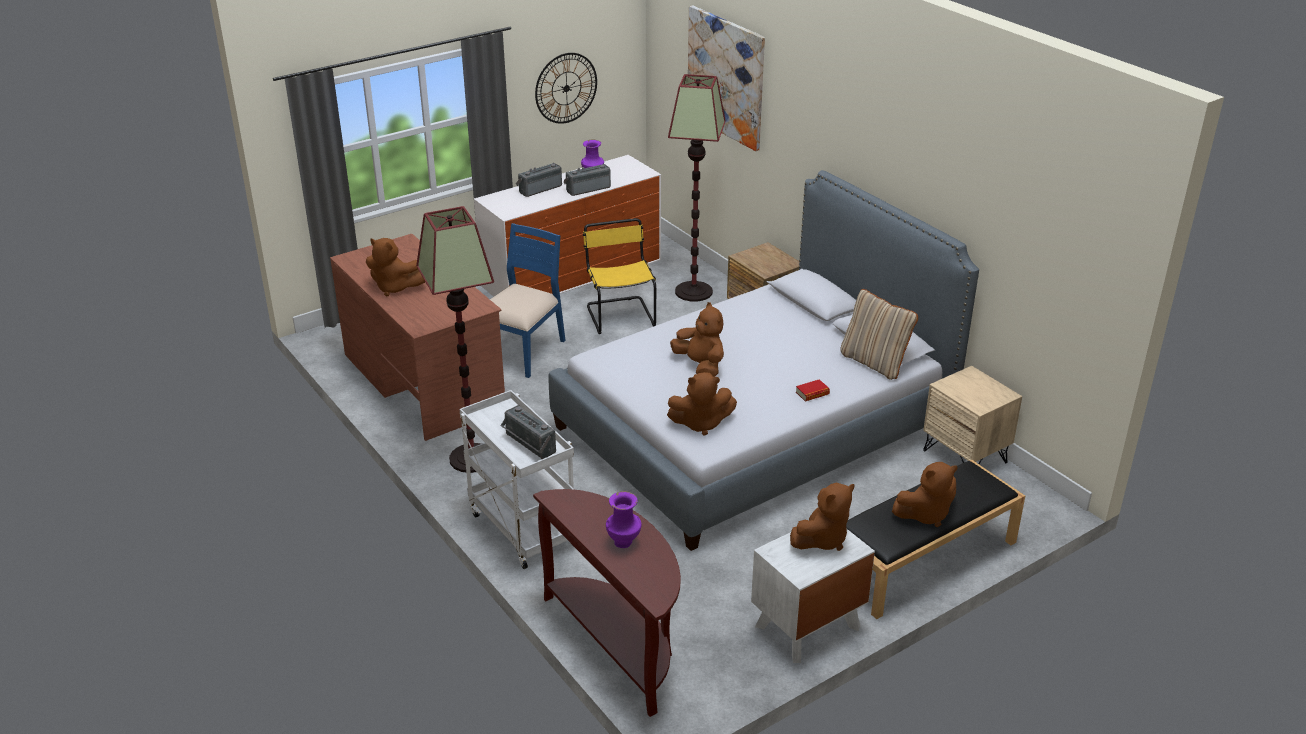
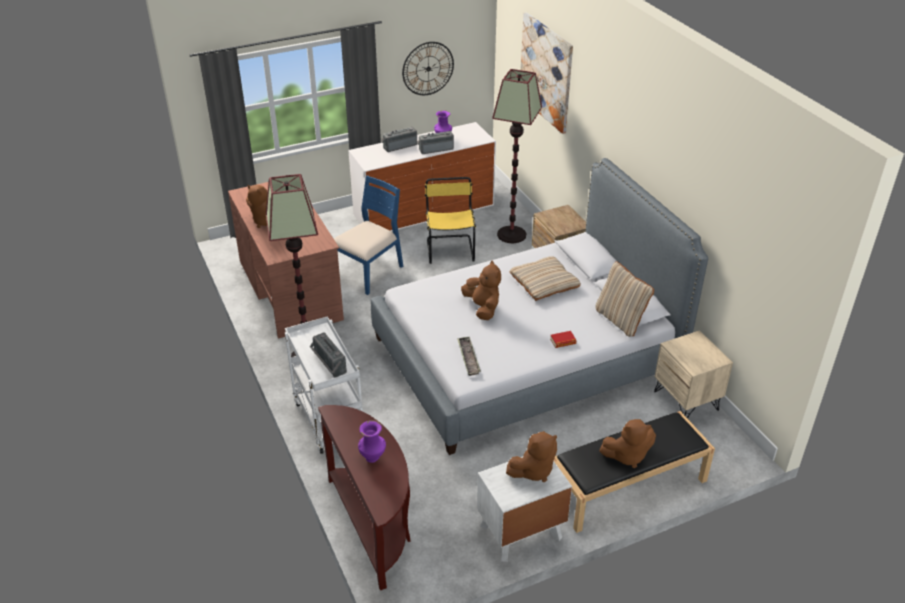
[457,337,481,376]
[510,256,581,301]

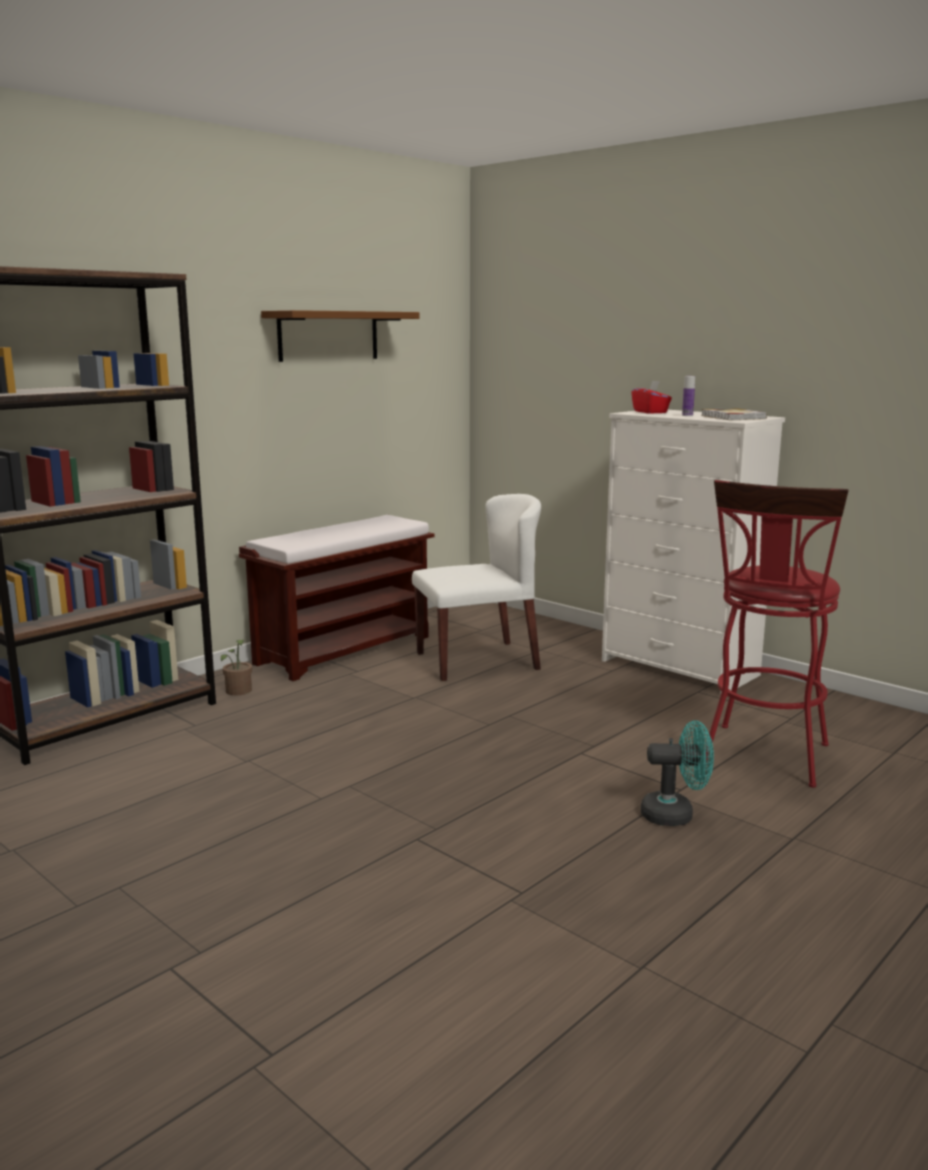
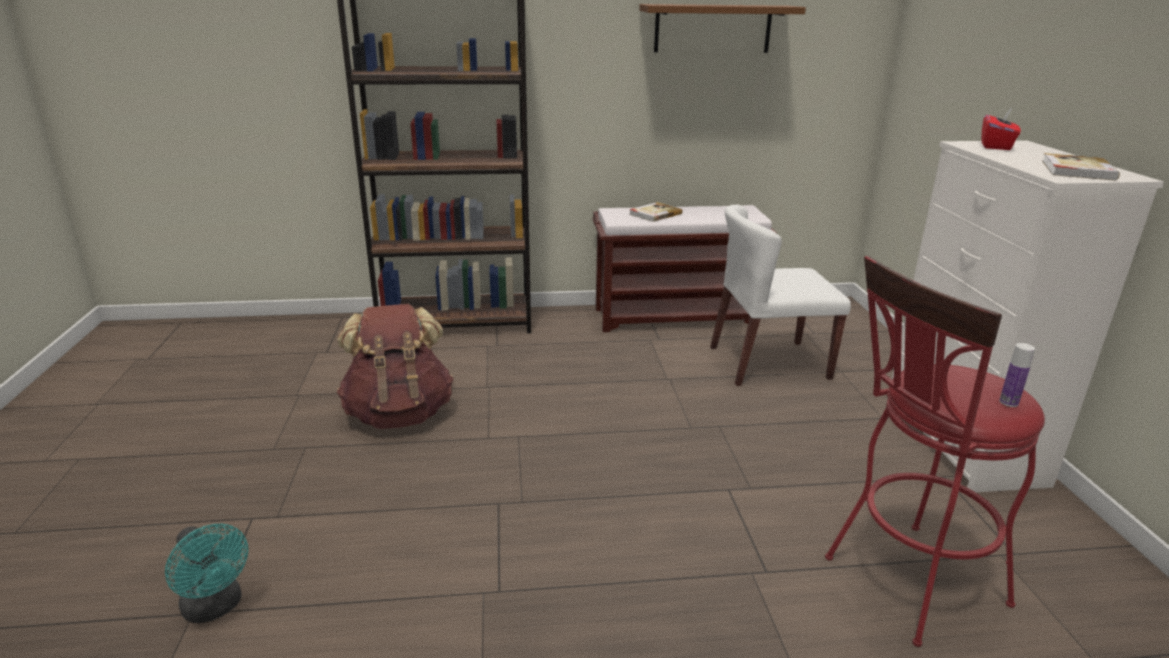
[165,524,248,623]
[337,304,454,429]
[629,202,682,222]
[710,205,851,386]
[999,343,1035,407]
[221,640,252,695] (first image)

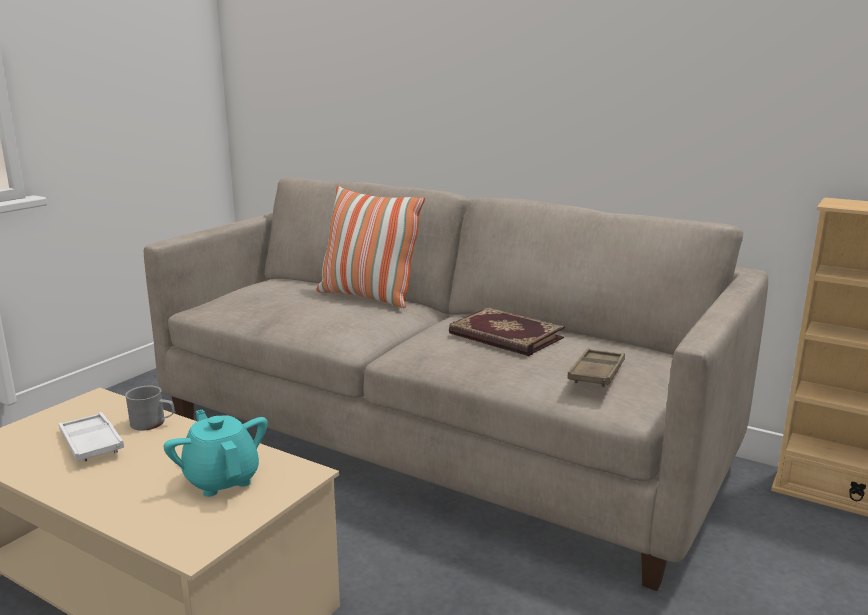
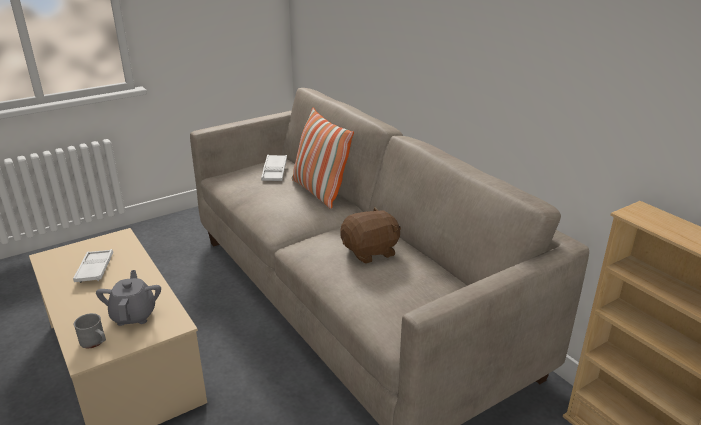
[74,313,106,348]
[96,270,161,326]
[261,155,287,181]
[340,207,401,264]
[568,349,625,387] (first image)

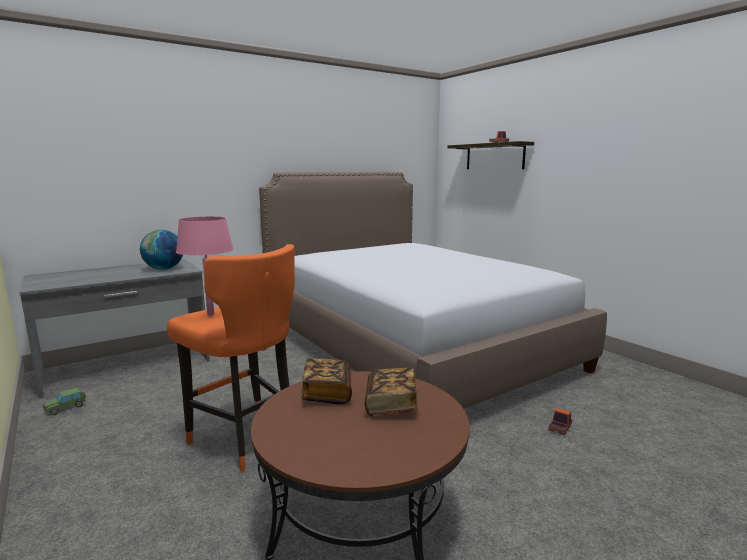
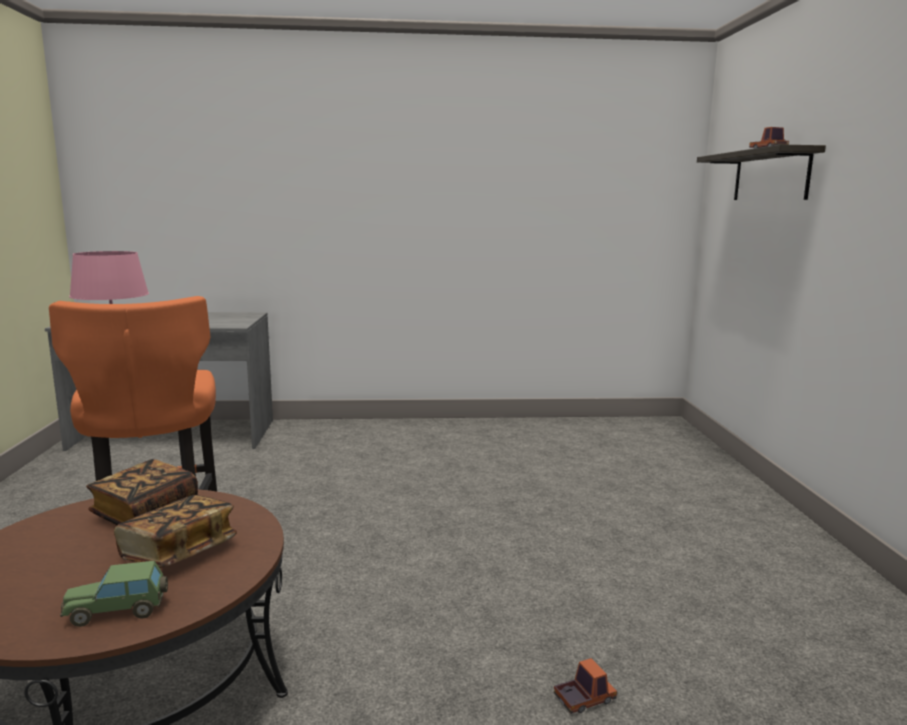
[60,560,168,627]
[140,230,183,270] (first image)
[259,172,607,409] (first image)

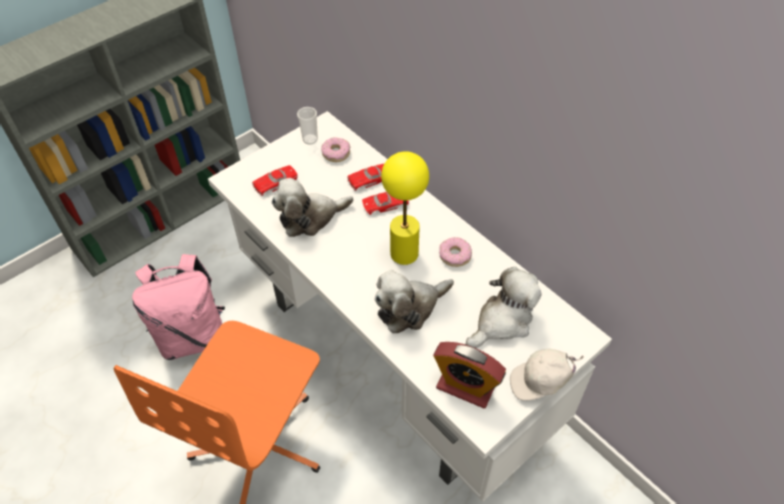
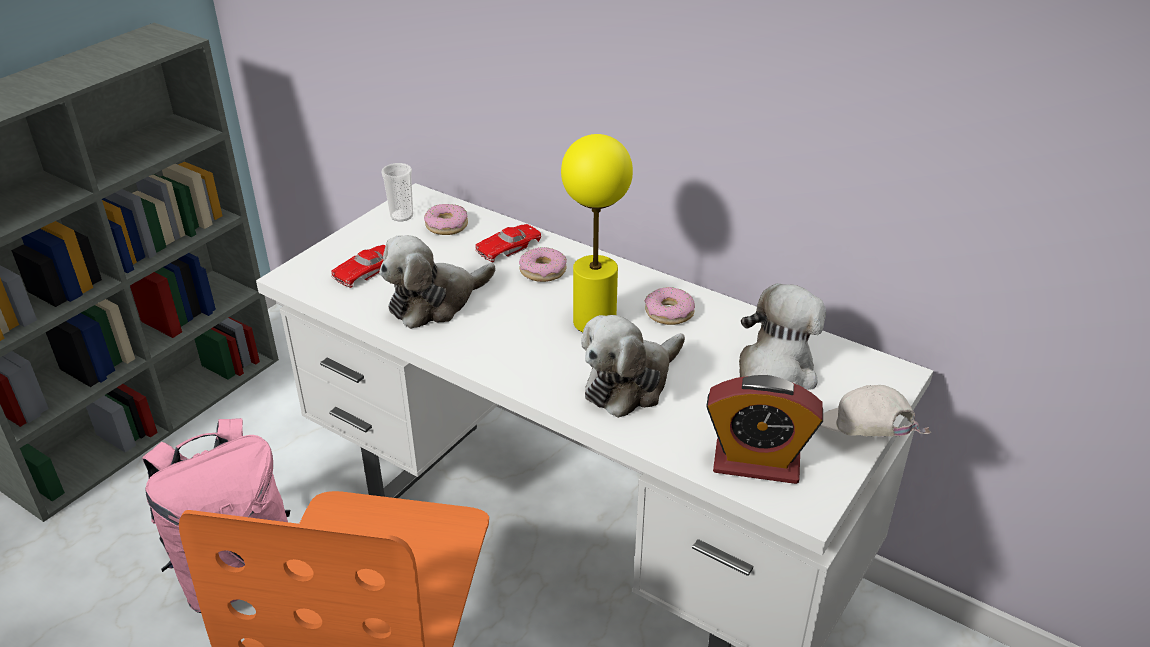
[519,247,567,282]
[820,385,931,437]

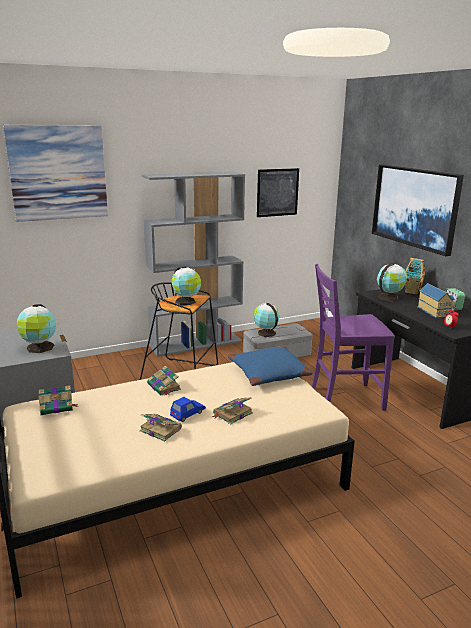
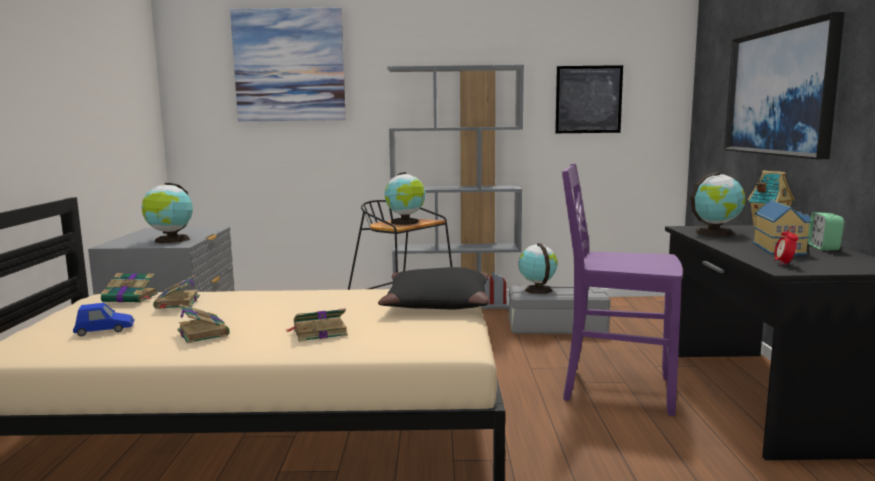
[73,303,134,336]
[153,275,200,309]
[378,267,489,309]

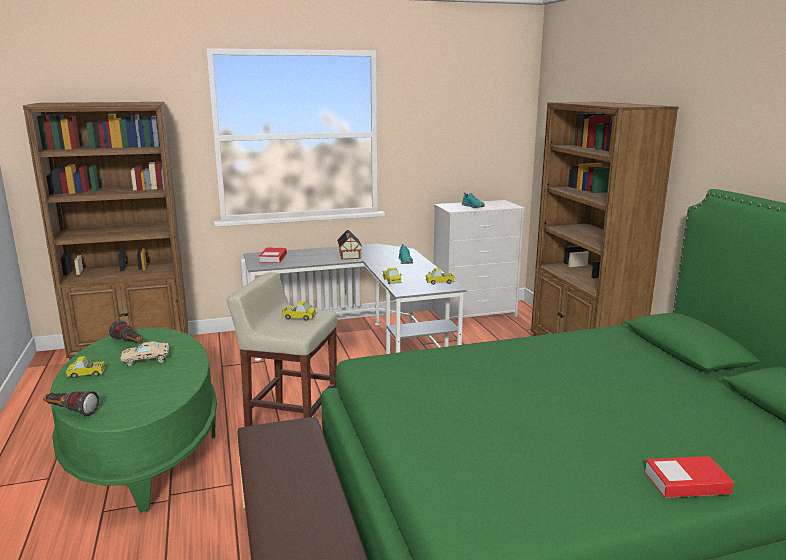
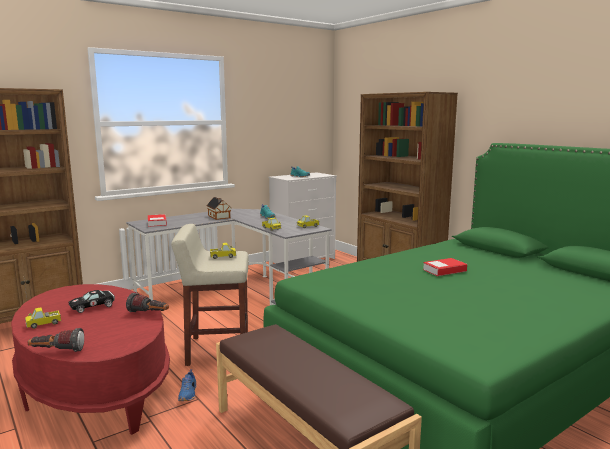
[11,284,170,435]
[69,290,115,313]
[126,293,169,312]
[178,369,197,401]
[423,258,467,276]

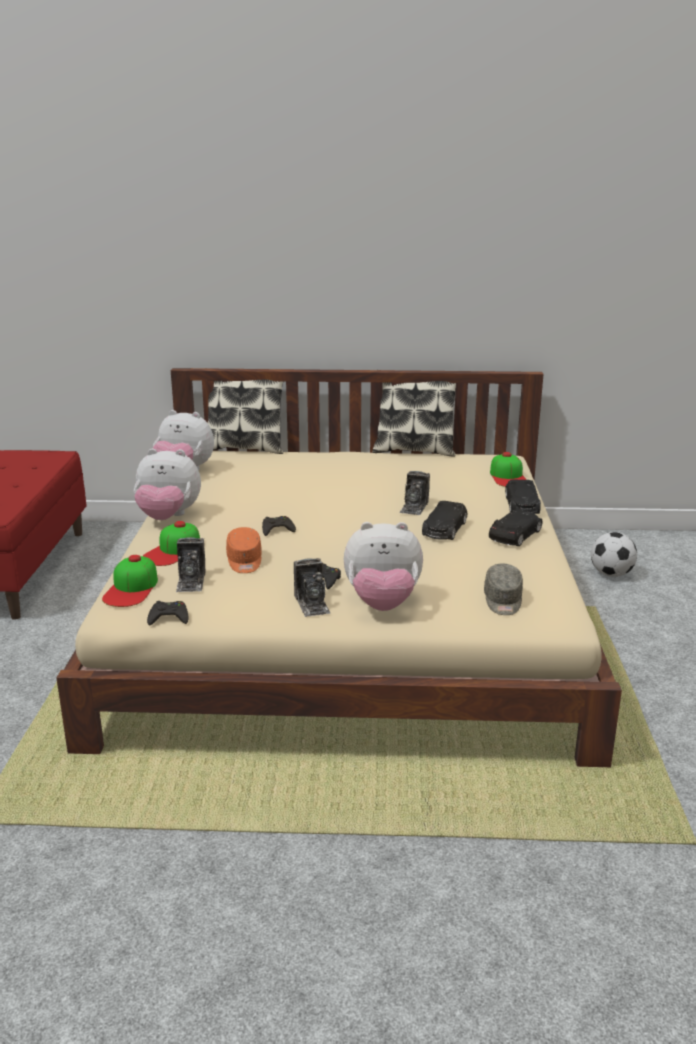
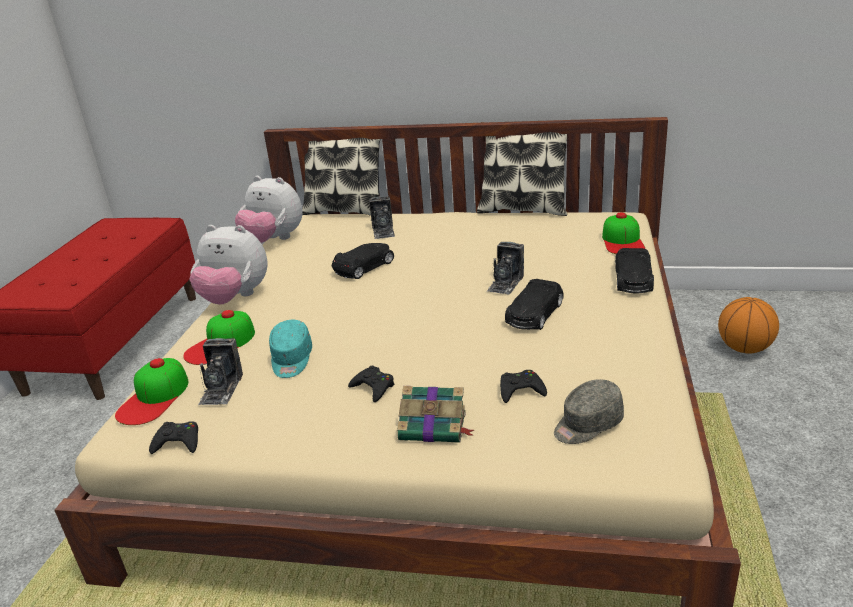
[269,320,312,378]
[332,243,394,279]
[369,196,395,239]
[397,386,474,443]
[500,370,547,403]
[554,379,624,444]
[718,297,779,354]

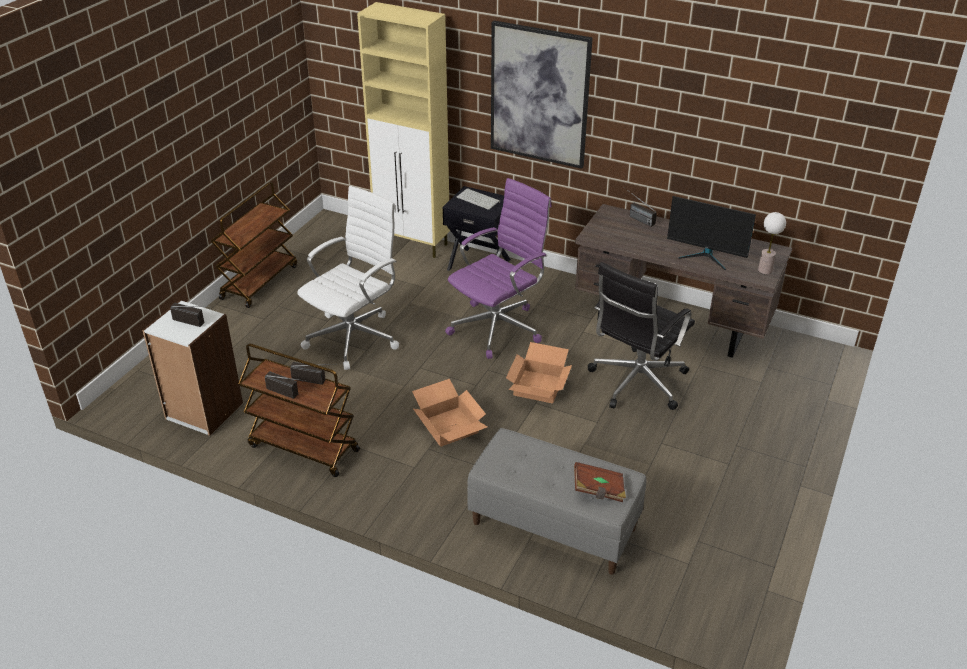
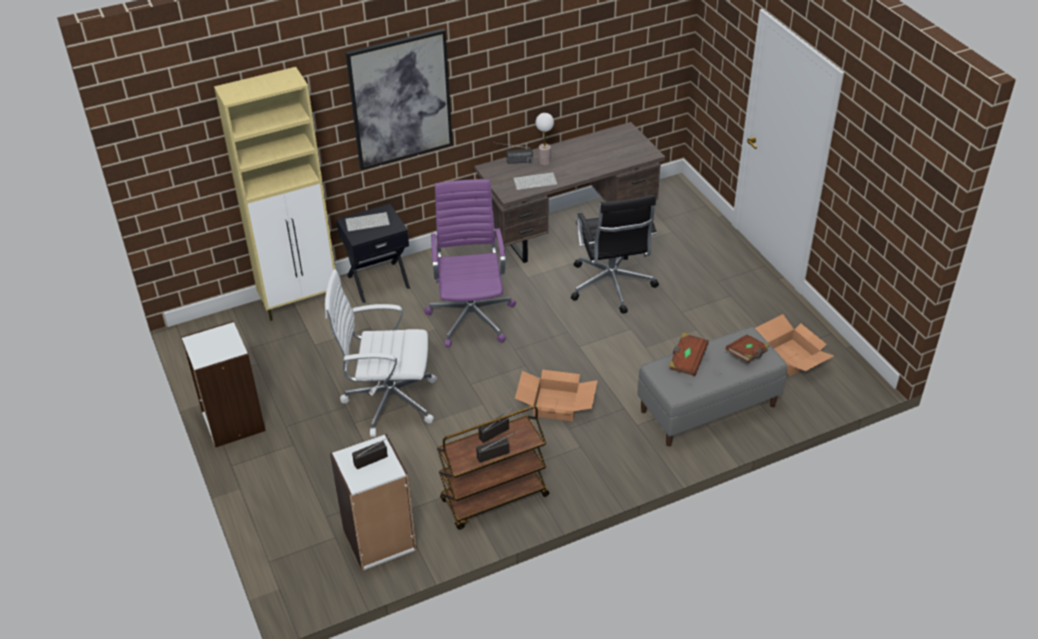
[181,321,266,448]
[325,269,437,437]
[513,172,557,190]
[536,113,554,166]
[669,332,709,376]
[755,314,834,376]
[667,196,756,270] (first image)

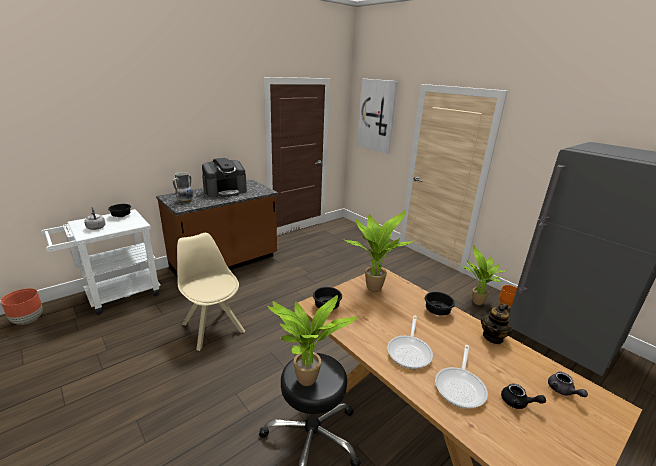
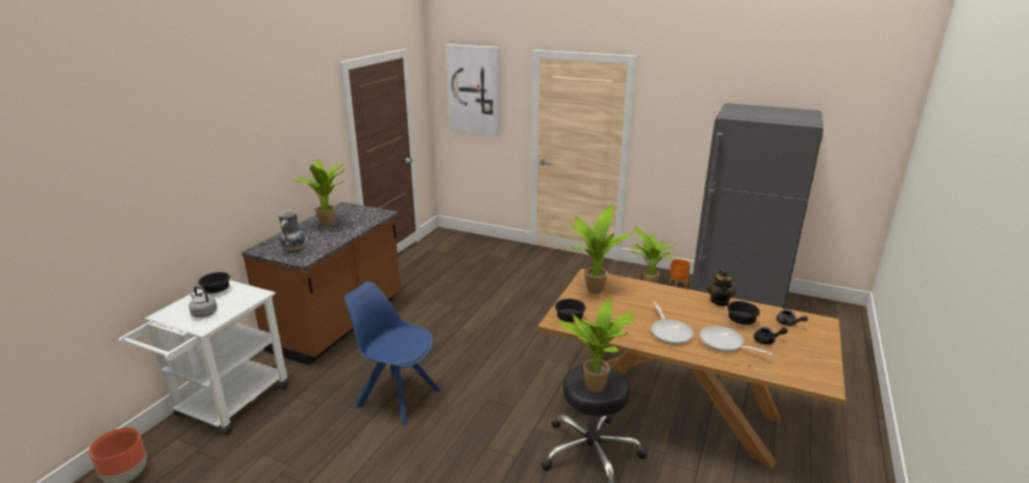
[290,159,345,227]
[344,281,441,426]
[700,326,773,355]
[727,301,760,325]

